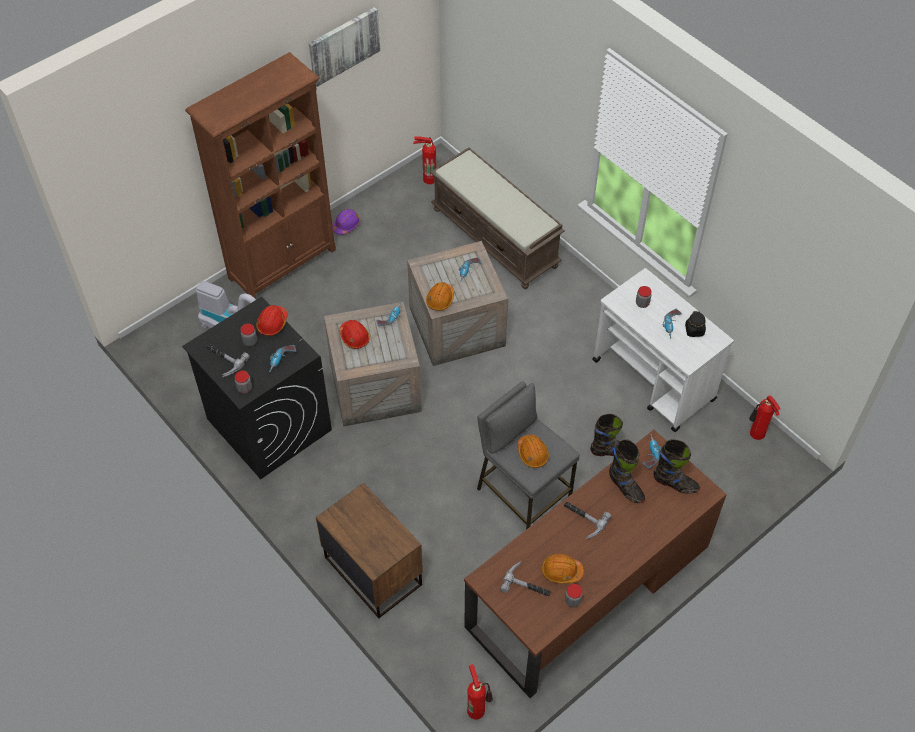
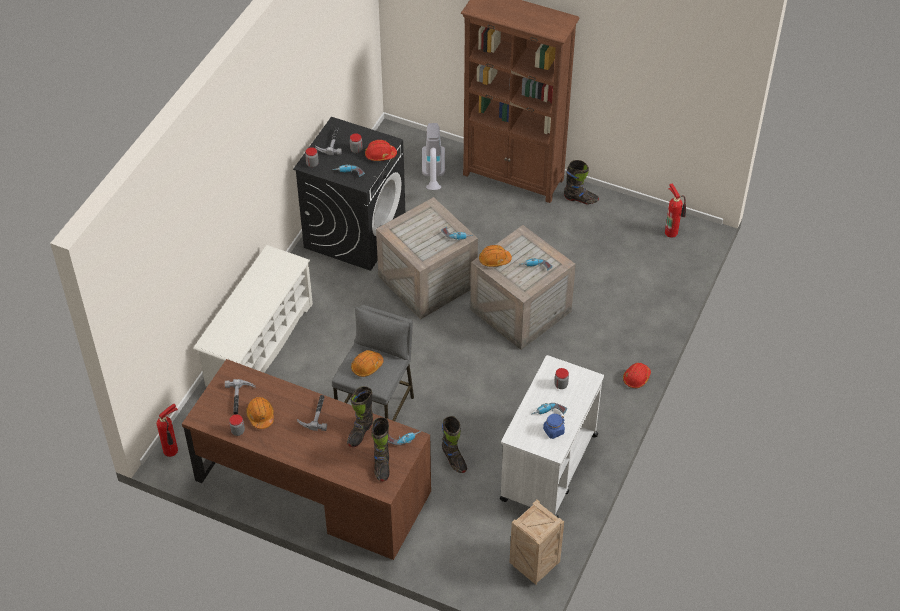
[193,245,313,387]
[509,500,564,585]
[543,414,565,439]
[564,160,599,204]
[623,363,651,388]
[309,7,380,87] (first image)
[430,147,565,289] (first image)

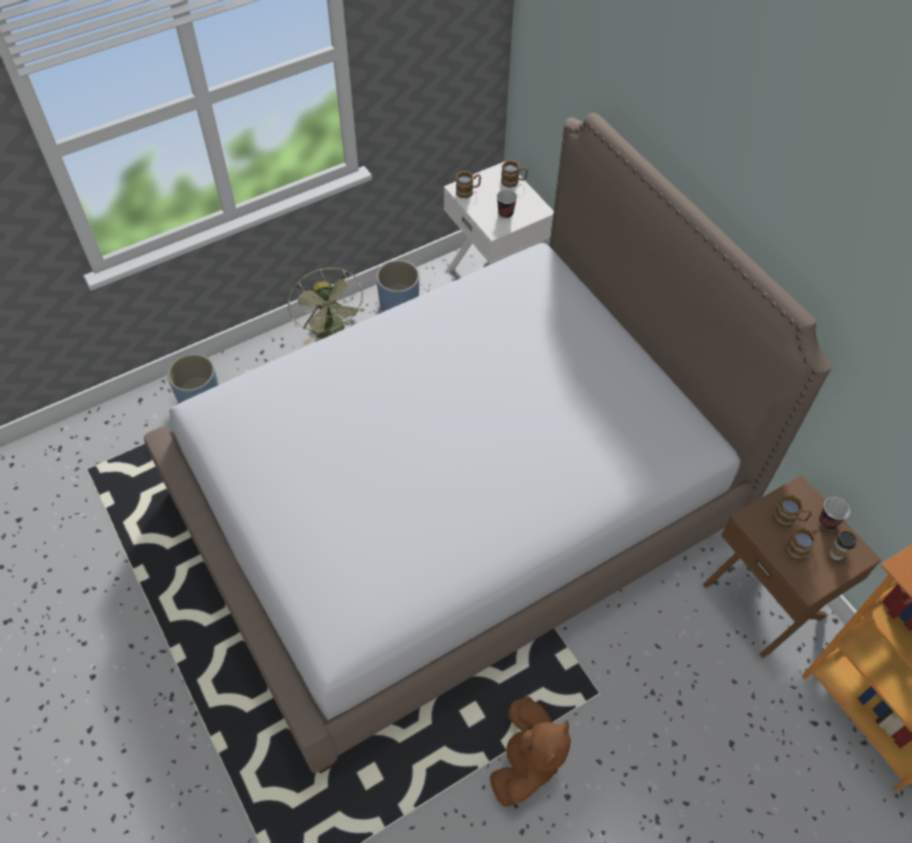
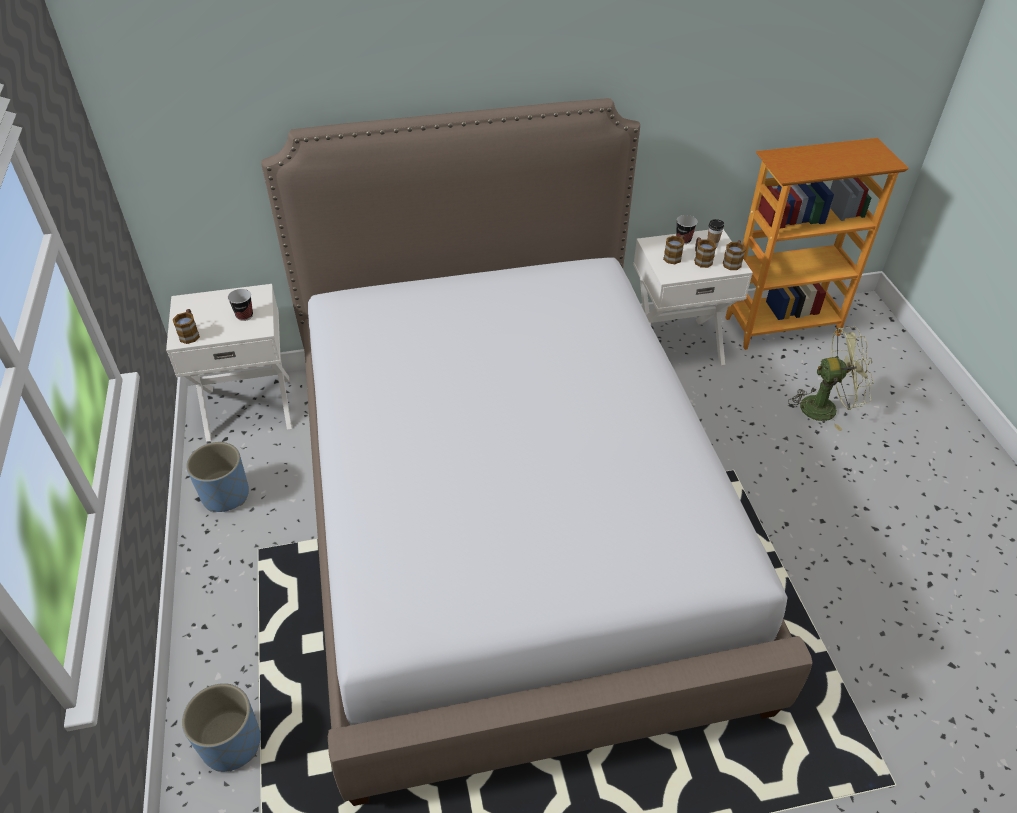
[633,229,753,365]
[723,240,746,270]
[788,326,874,431]
[490,696,571,807] (first image)

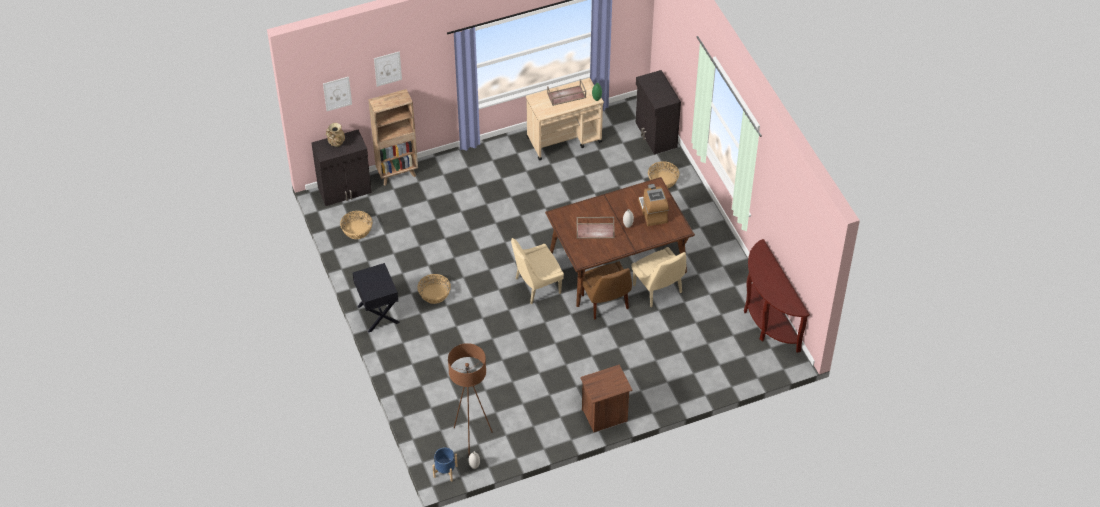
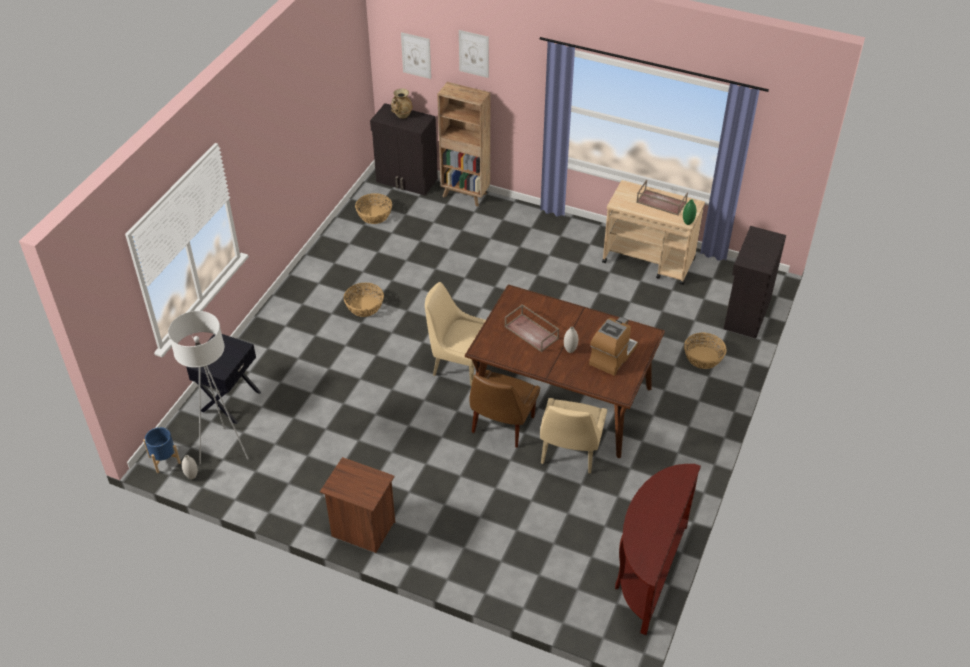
[168,311,249,465]
[186,334,261,424]

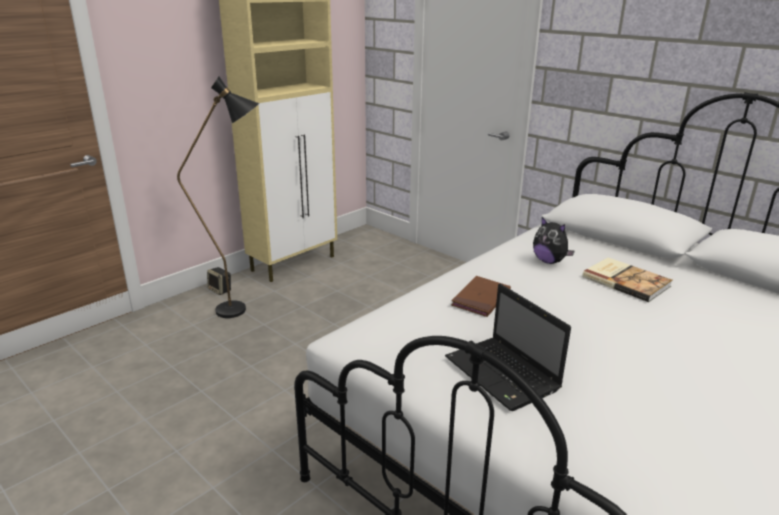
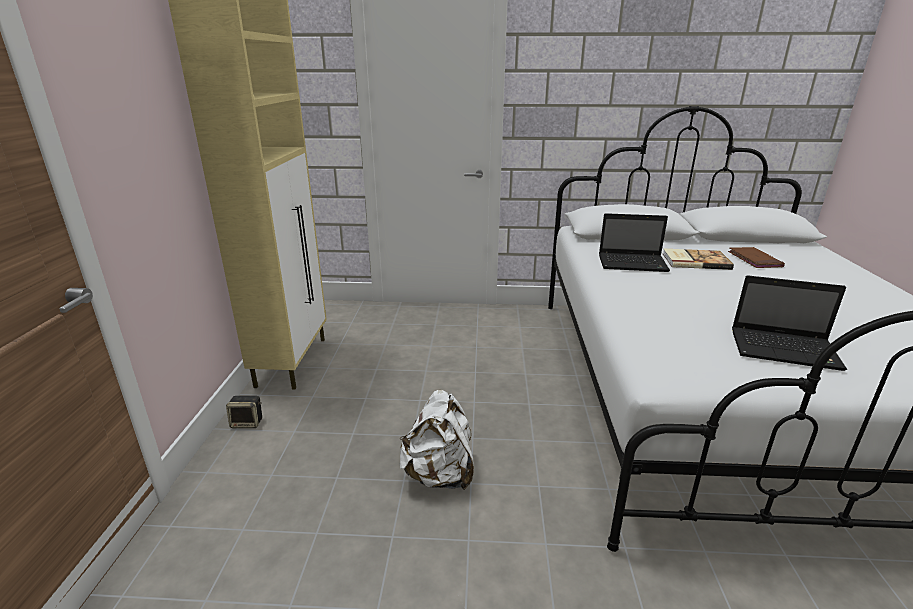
[400,390,474,490]
[599,213,670,272]
[728,247,785,268]
[177,77,259,318] (first image)

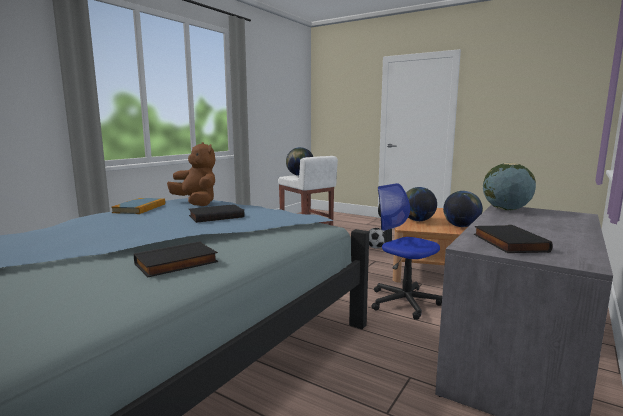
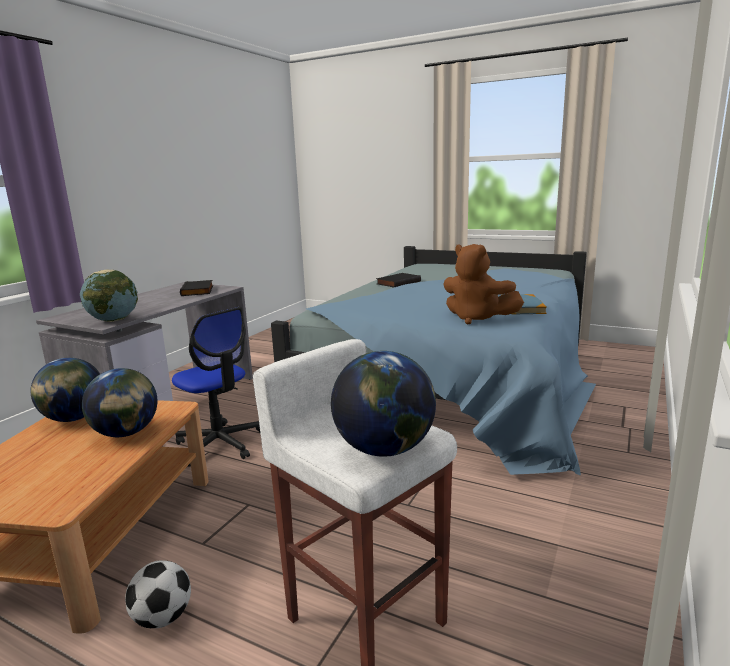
[189,204,245,223] (first image)

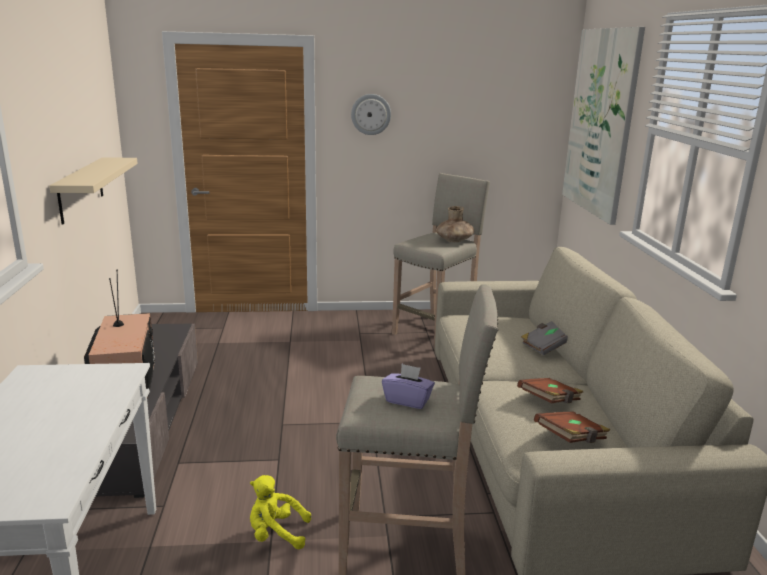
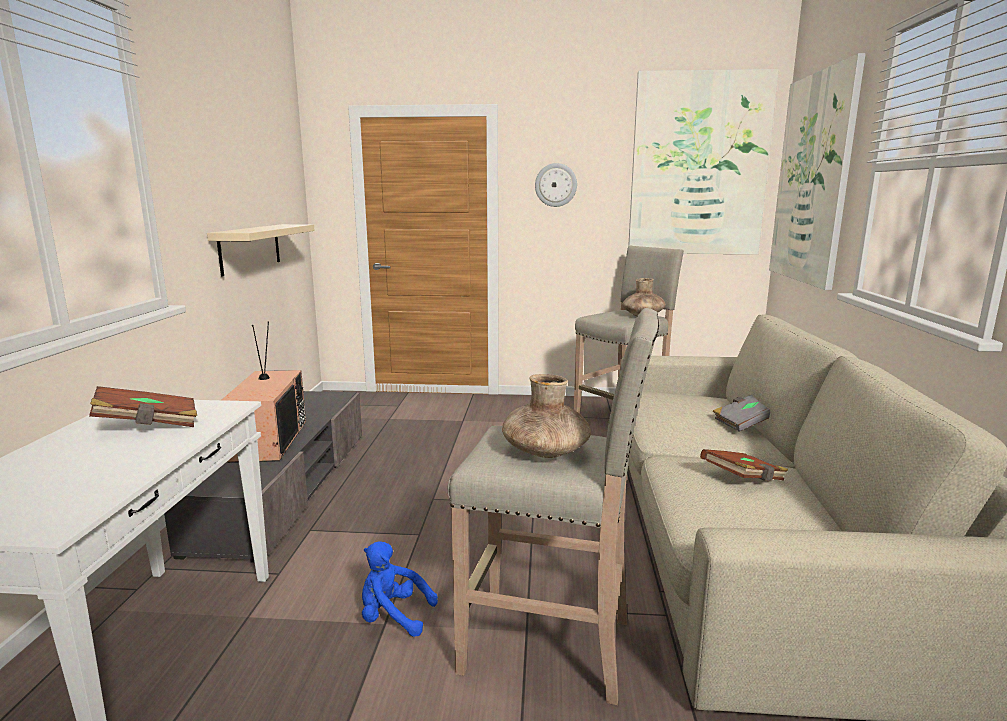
[89,386,198,427]
[362,541,438,637]
[502,374,591,458]
[628,69,779,254]

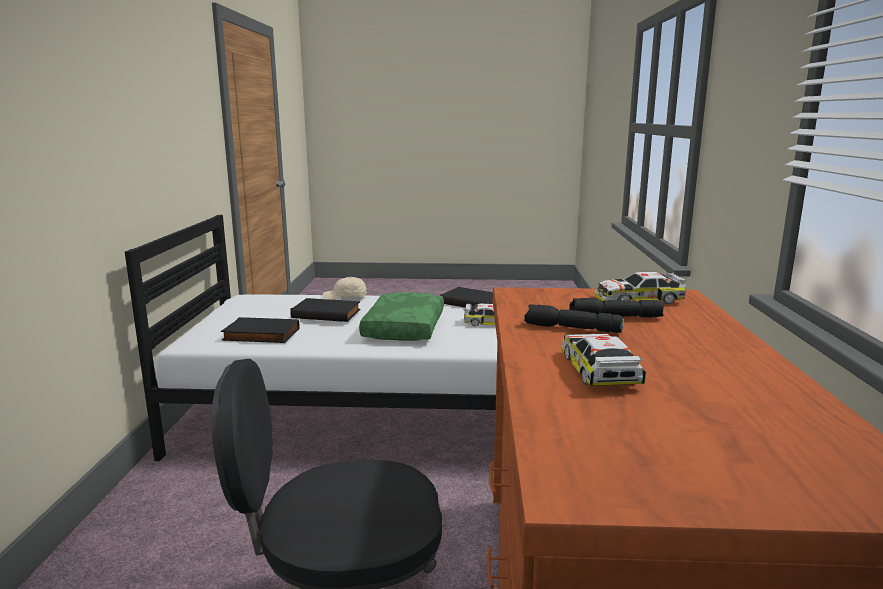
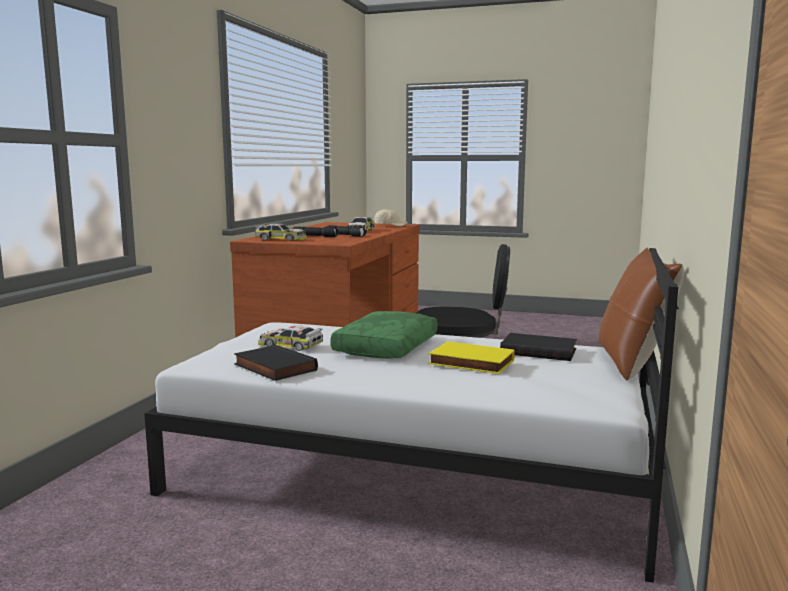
[374,209,408,226]
[428,341,515,374]
[598,248,684,381]

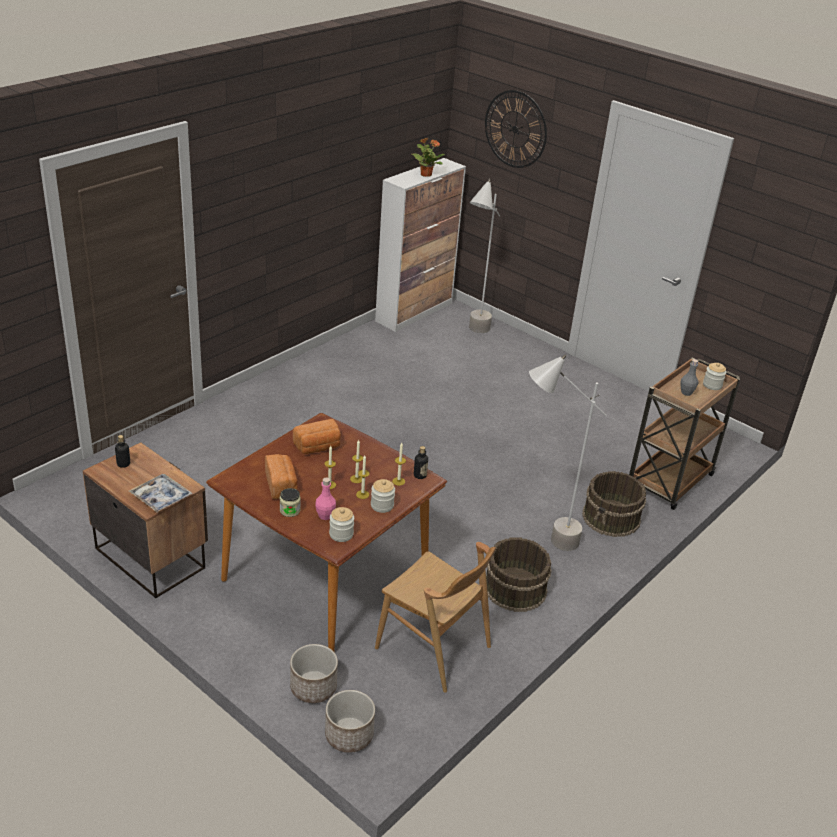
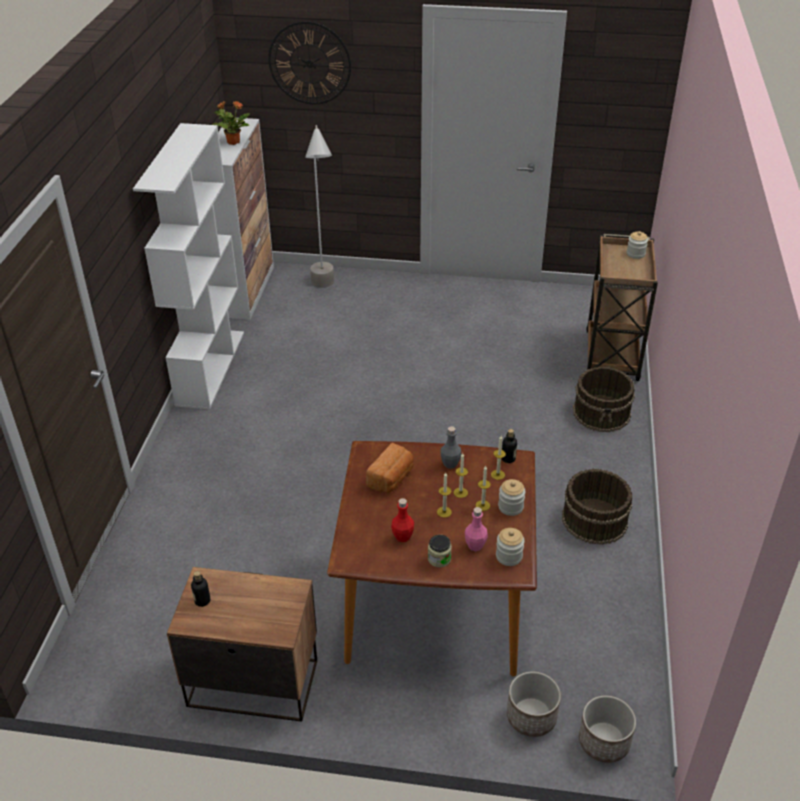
[133,123,244,410]
[391,498,414,542]
[440,426,461,469]
[129,474,193,513] (first image)
[375,542,496,693] (first image)
[529,355,606,551] (first image)

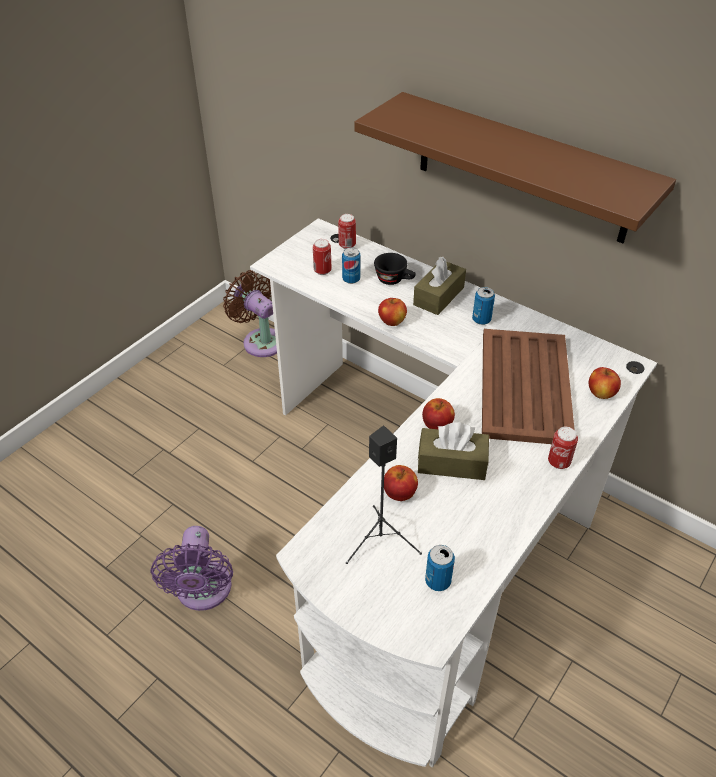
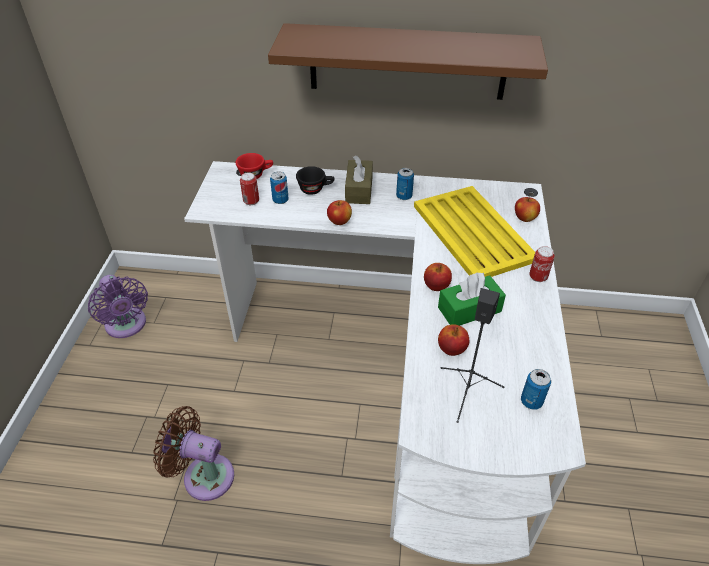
[88,275,148,338]
[153,406,234,501]
[236,153,273,179]
[414,186,535,277]
[438,273,506,326]

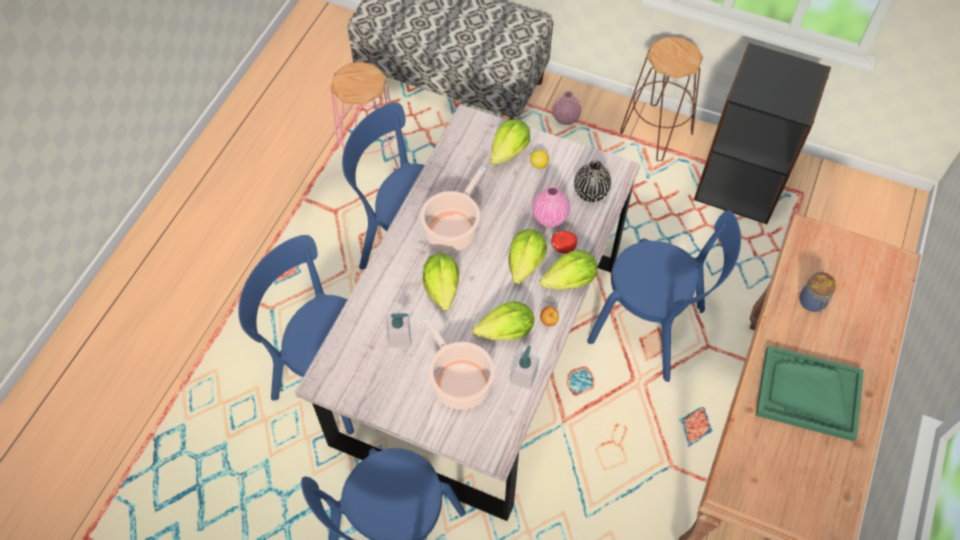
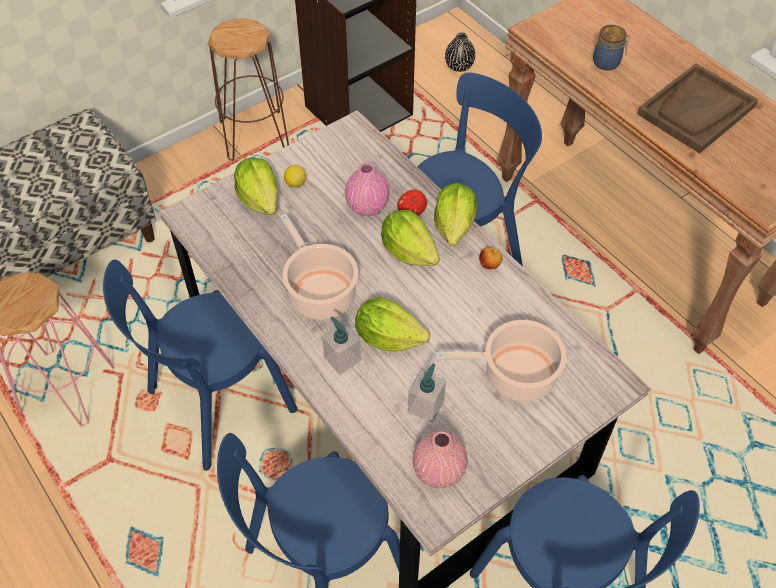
[322,317,361,375]
[413,431,468,488]
[445,33,475,72]
[637,64,759,154]
[473,301,534,340] (first image)

